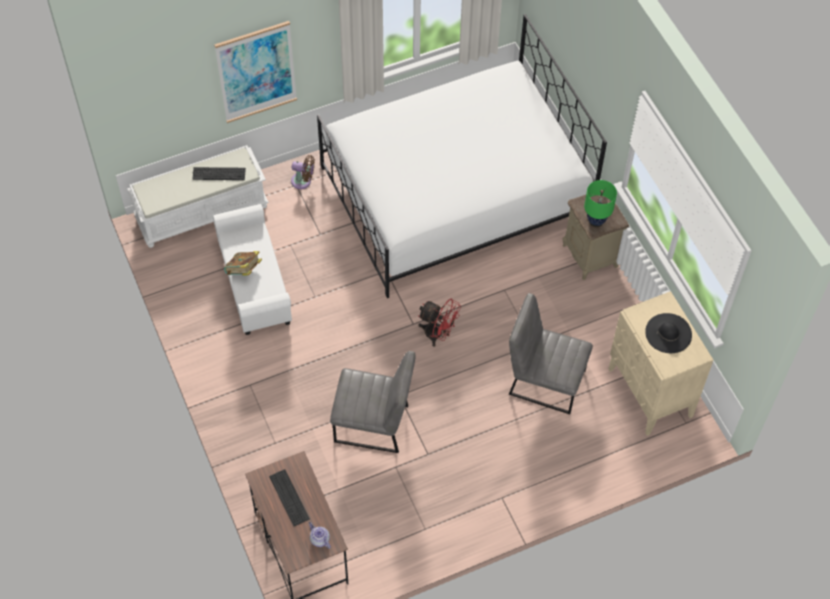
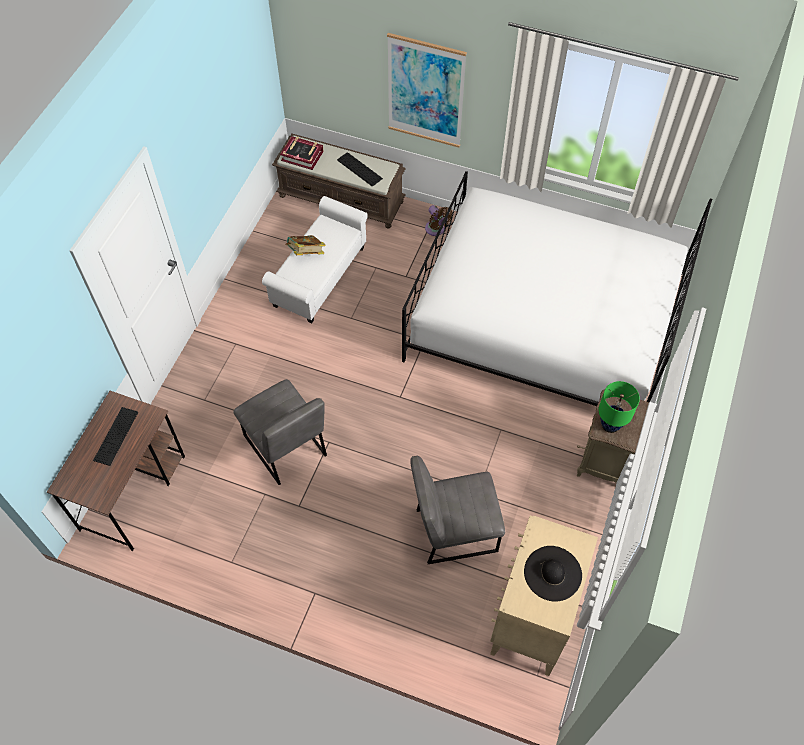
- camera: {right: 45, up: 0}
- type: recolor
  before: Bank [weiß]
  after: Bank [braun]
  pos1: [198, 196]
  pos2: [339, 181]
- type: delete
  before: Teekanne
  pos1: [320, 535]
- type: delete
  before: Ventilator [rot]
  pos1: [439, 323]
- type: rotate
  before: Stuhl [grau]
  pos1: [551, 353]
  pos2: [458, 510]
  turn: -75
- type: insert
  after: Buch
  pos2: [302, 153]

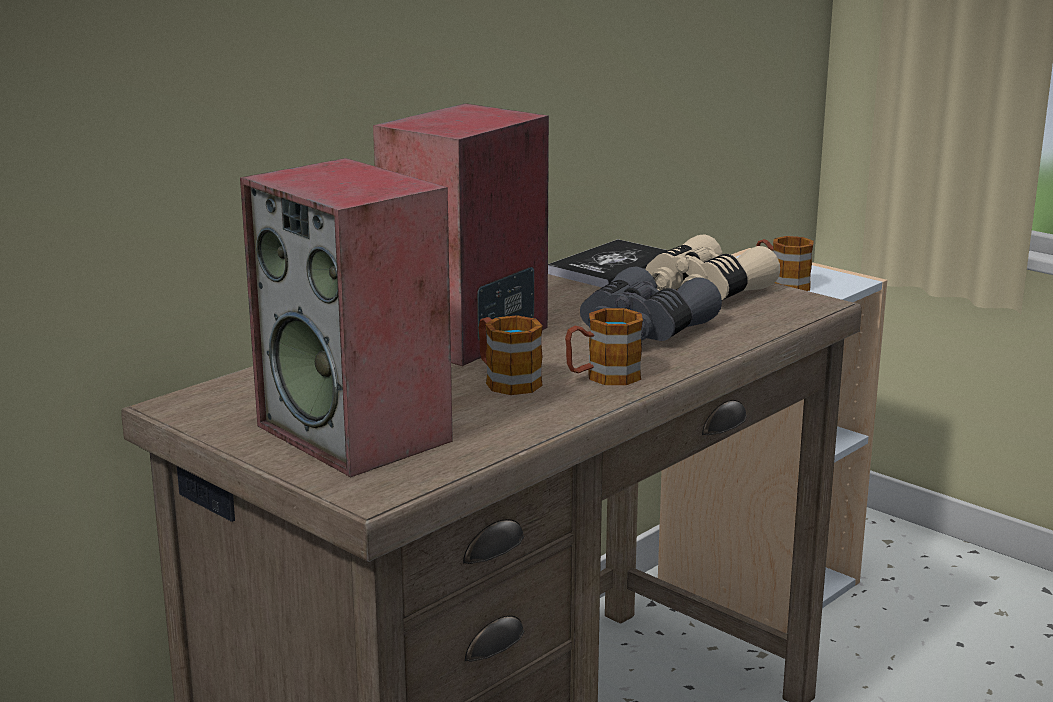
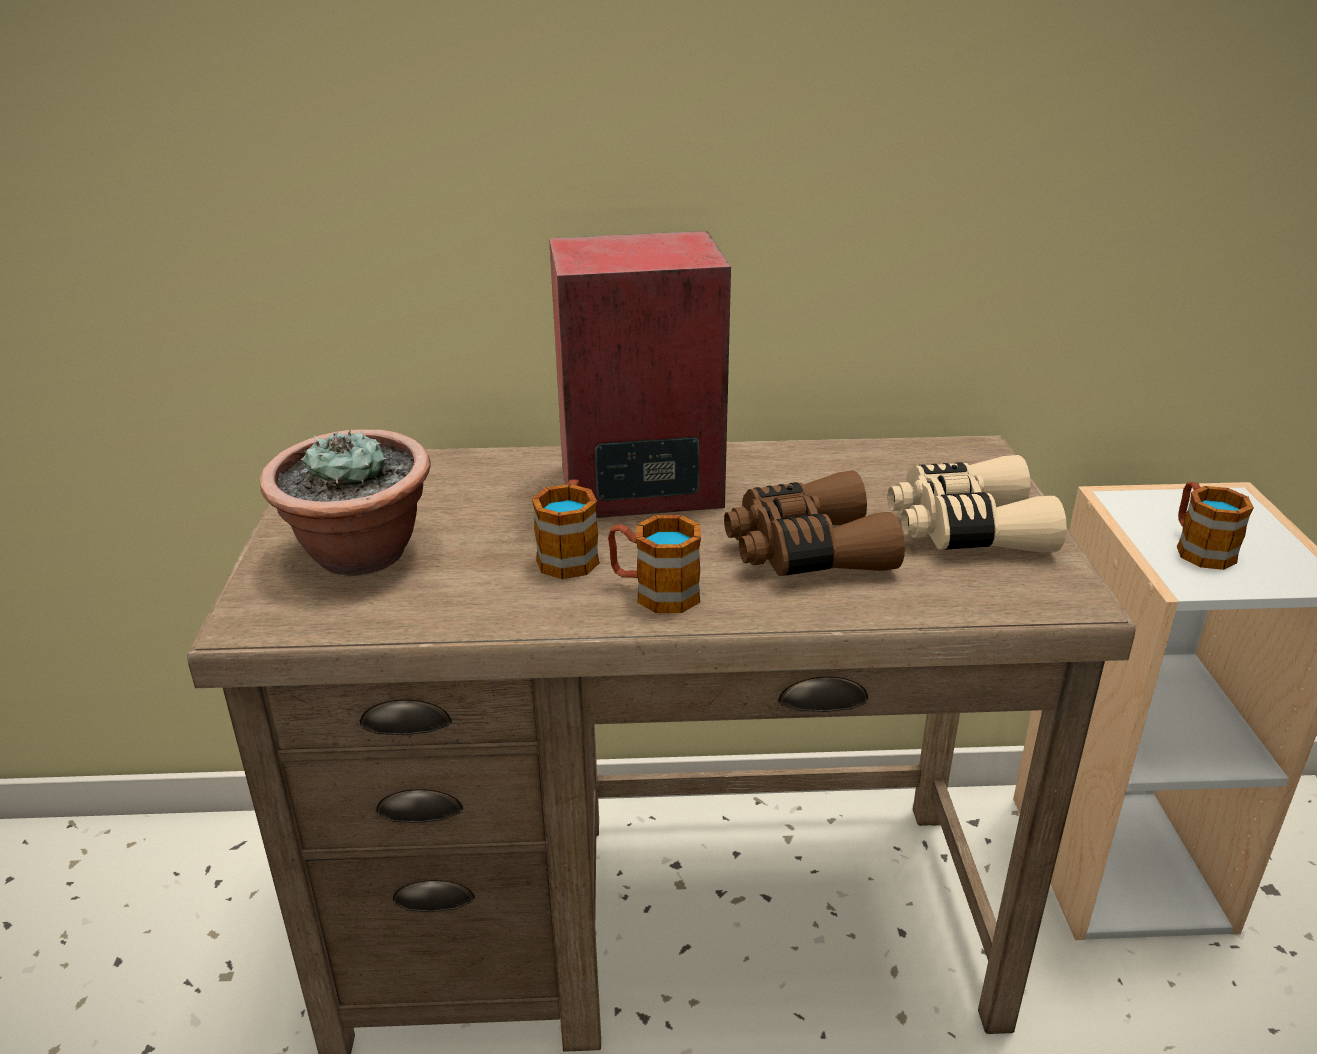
- camera: {right: 45, up: 10}
- type: replace
  before: Lautsprecher
  after: Topfpflanze
  pos1: [346, 317]
  pos2: [345, 502]
- type: delete
  before: Buch
  pos1: [608, 263]
- type: recolor
  before: Fernglas [grau]
  after: Fernglas [braun]
  pos1: [651, 303]
  pos2: [814, 523]

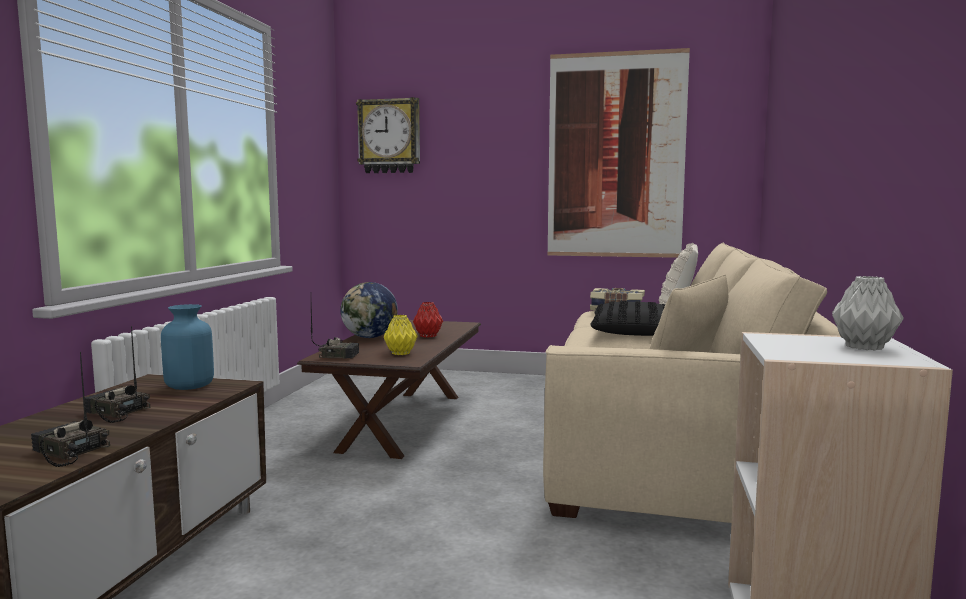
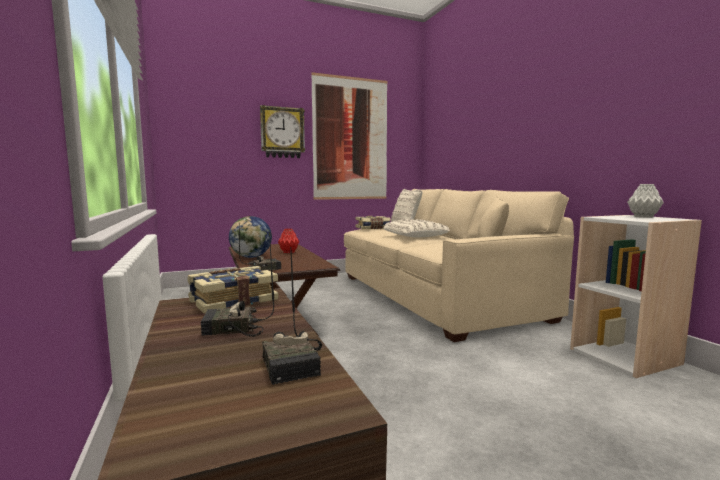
- camera: {right: -35, up: 0}
- type: rotate
  before: Radio
  pos1: [70, 409]
  pos2: [292, 318]
  turn: -105
- type: replace
  before: Vase [blau]
  after: Buch
  pos1: [187, 347]
  pos2: [233, 290]
- type: move
  before: Wanduhr
  pos1: [388, 135]
  pos2: [282, 131]
- type: delete
  before: Vase [gelb]
  pos1: [401, 335]
- type: recolor
  before: Kissen [schwarz]
  after: Kissen [beige]
  pos1: [628, 318]
  pos2: [417, 228]

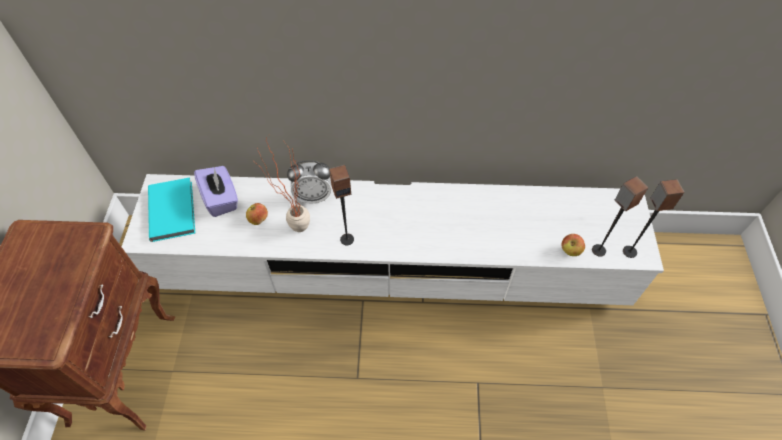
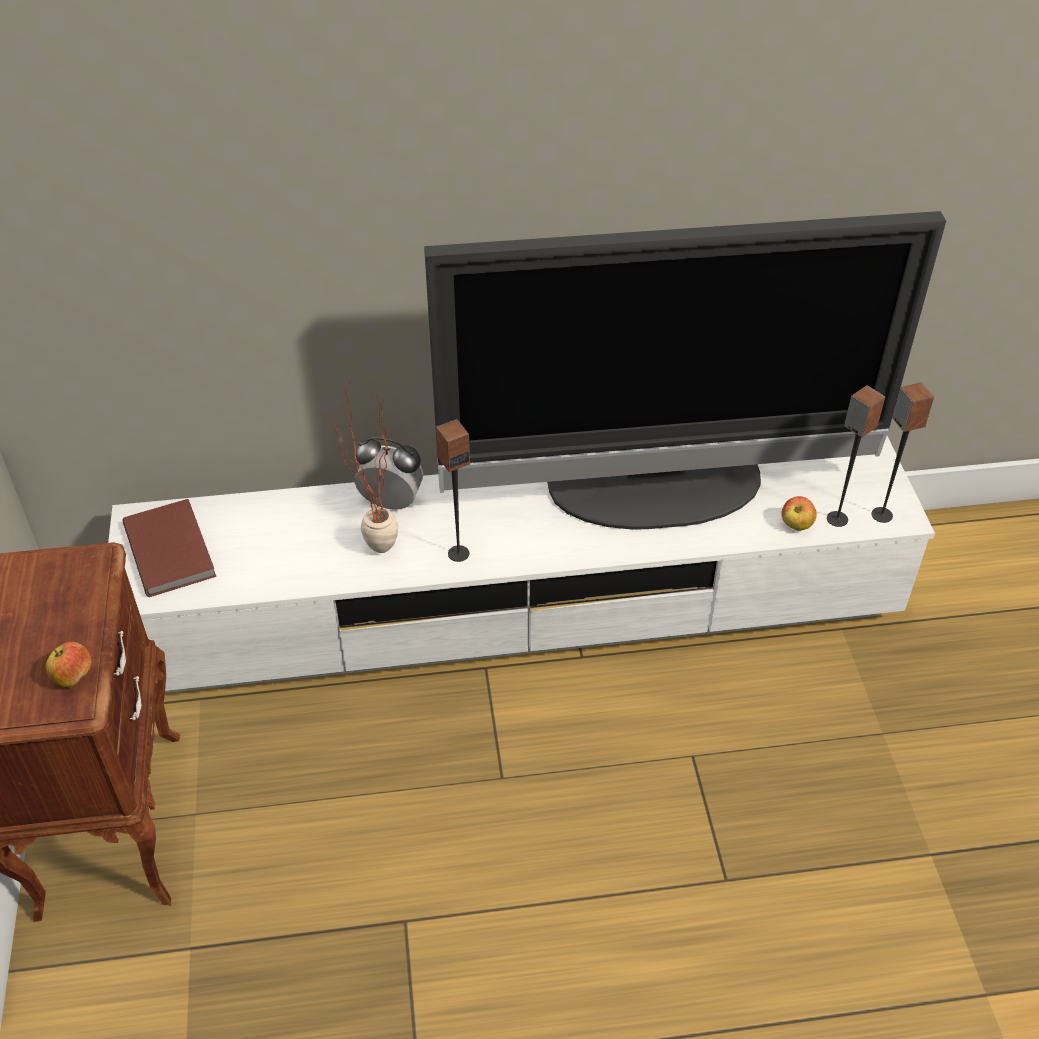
- camera: {right: -10, up: -10}
- type: recolor
  before: Buch [türkis]
  after: Buch [braun]
  pos1: [171, 210]
  pos2: [169, 548]
- type: delete
  before: Taschentuchbox [lila]
  pos1: [216, 191]
- type: move
  before: Apfel
  pos1: [257, 214]
  pos2: [68, 664]
- type: rotate
  before: Wecker
  pos1: [309, 181]
  pos2: [389, 473]
  turn: -150
- type: insert
  after: Fernseher
  pos2: [685, 370]

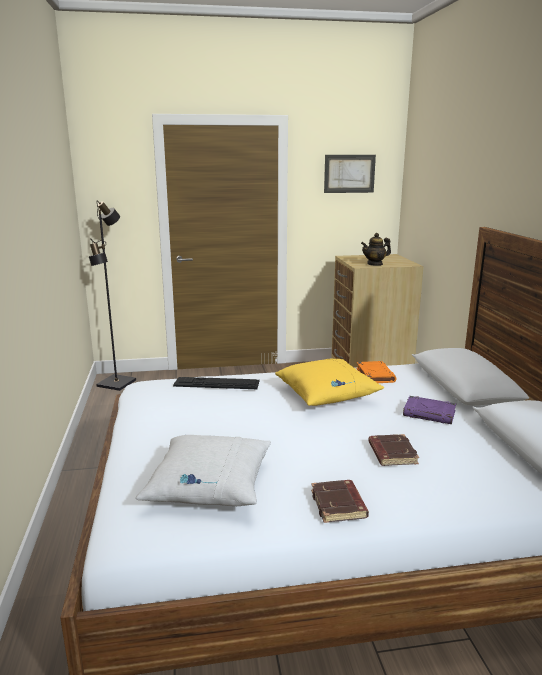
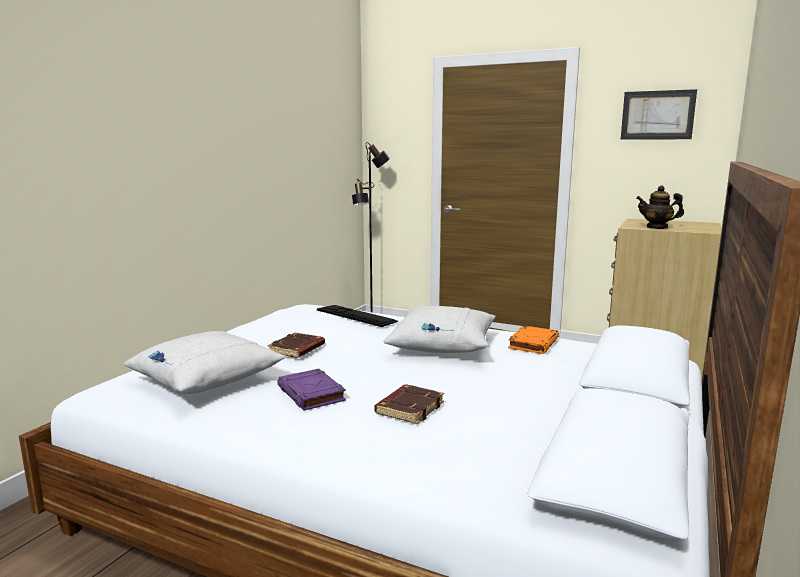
- camera: {right: 35, up: -5}
- type: recolor
  before: Kissen [gelb]
  after: Kissen [grau]
  pos1: [329, 382]
  pos2: [439, 329]
- type: move
  before: Buch [braun]
  pos1: [340, 501]
  pos2: [296, 345]
- type: move
  before: Buch [lila]
  pos1: [429, 410]
  pos2: [311, 390]

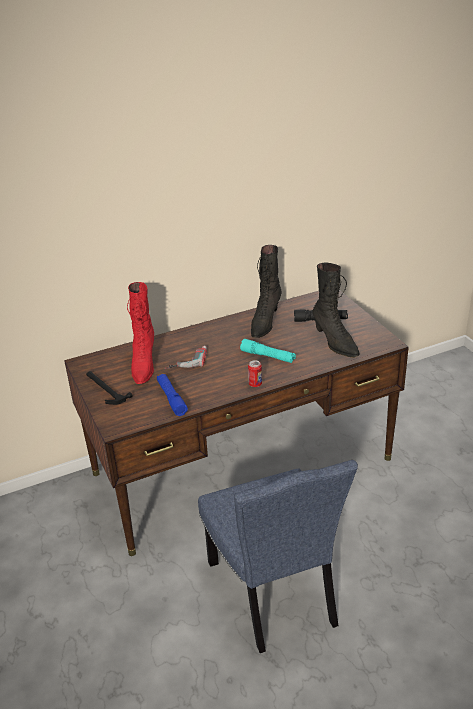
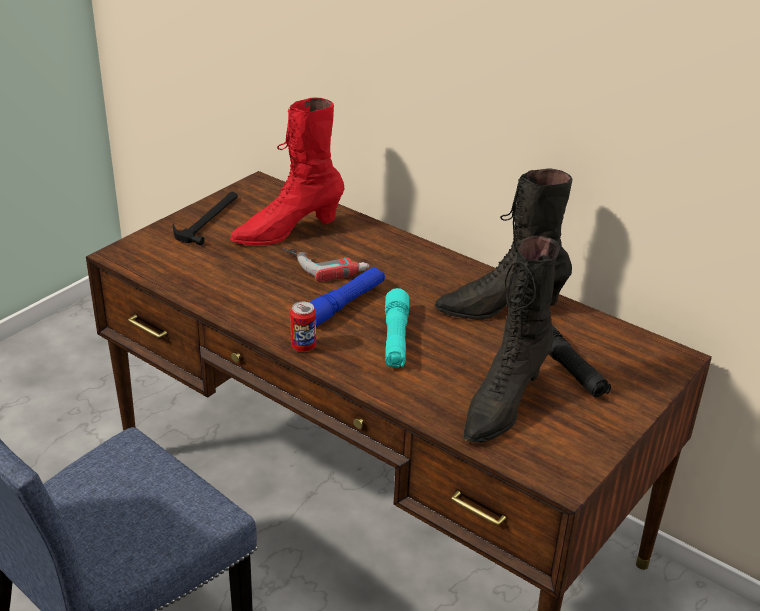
- camera: {right: 60, up: 0}
- type: move
  before: Taschenlampe [blau]
  pos1: [172, 395]
  pos2: [347, 297]

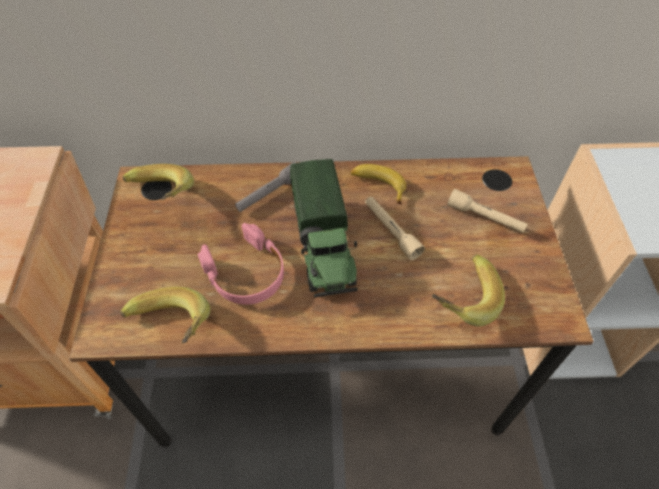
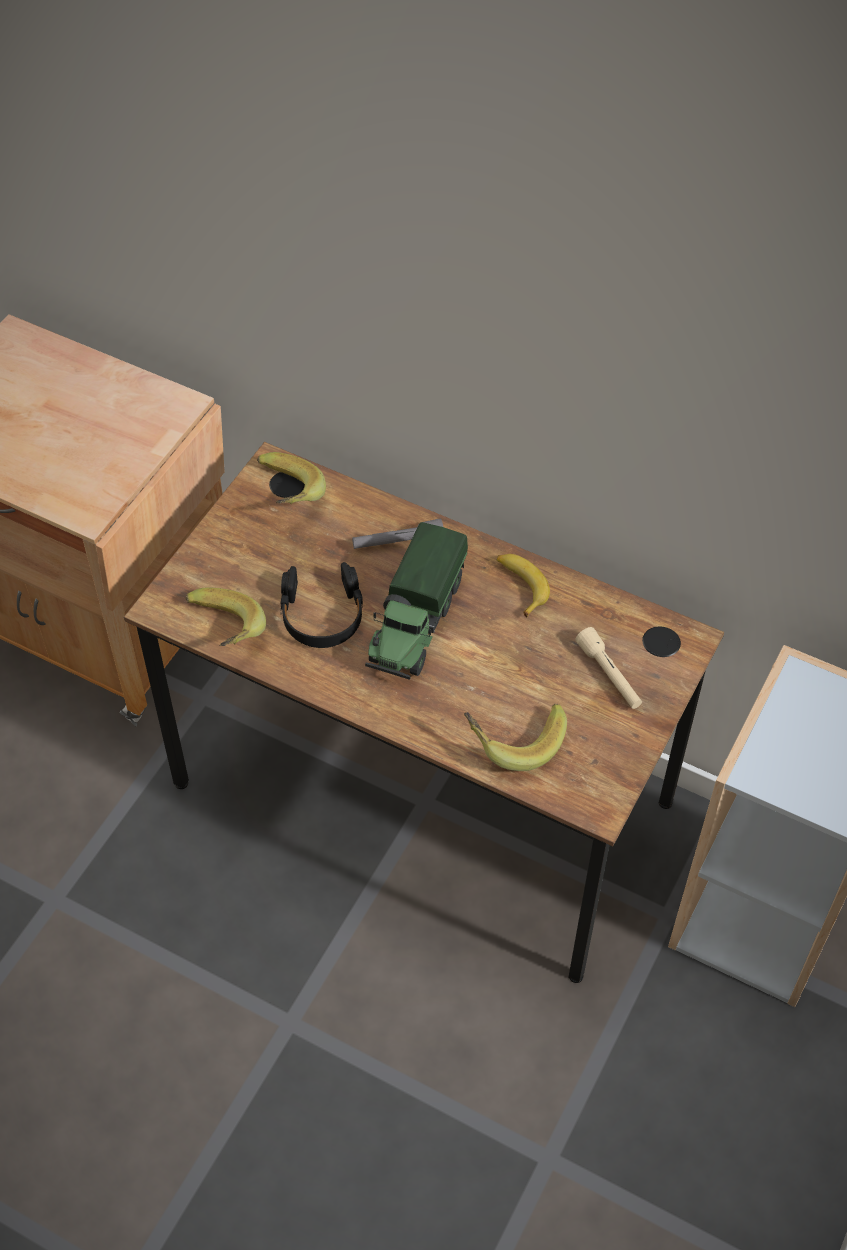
- camera: {right: 30, up: 0}
- type: recolor
  before: Kopfhörer [rosa]
  after: Kopfhörer [schwarz]
  pos1: [241, 264]
  pos2: [321, 605]
- type: delete
  before: Taschenlampe [beige]
  pos1: [395, 228]

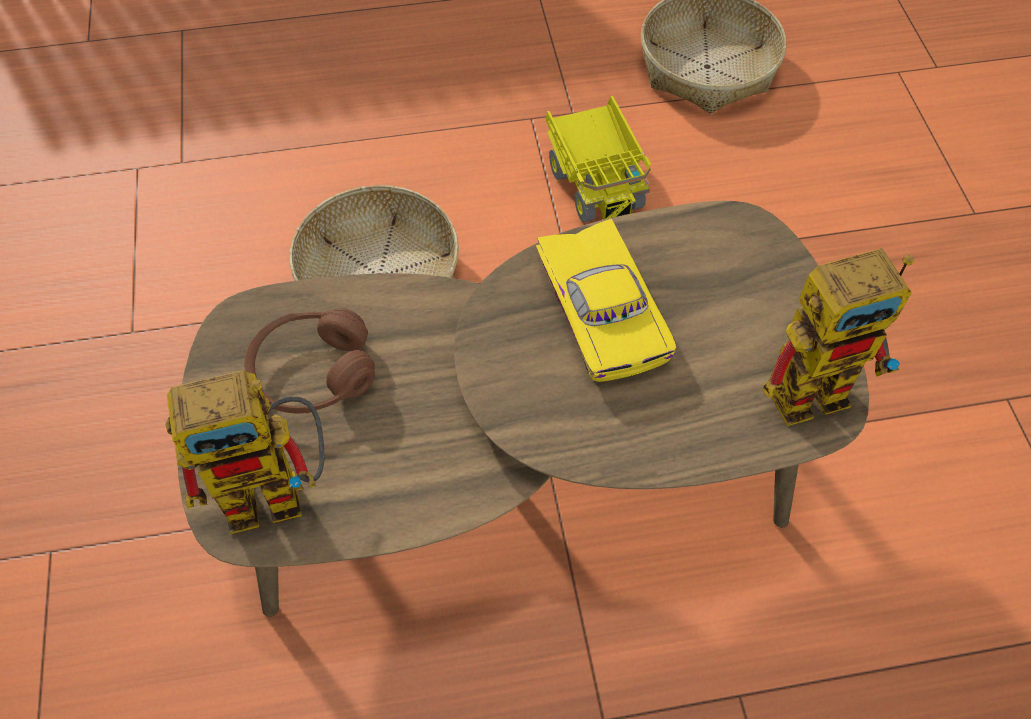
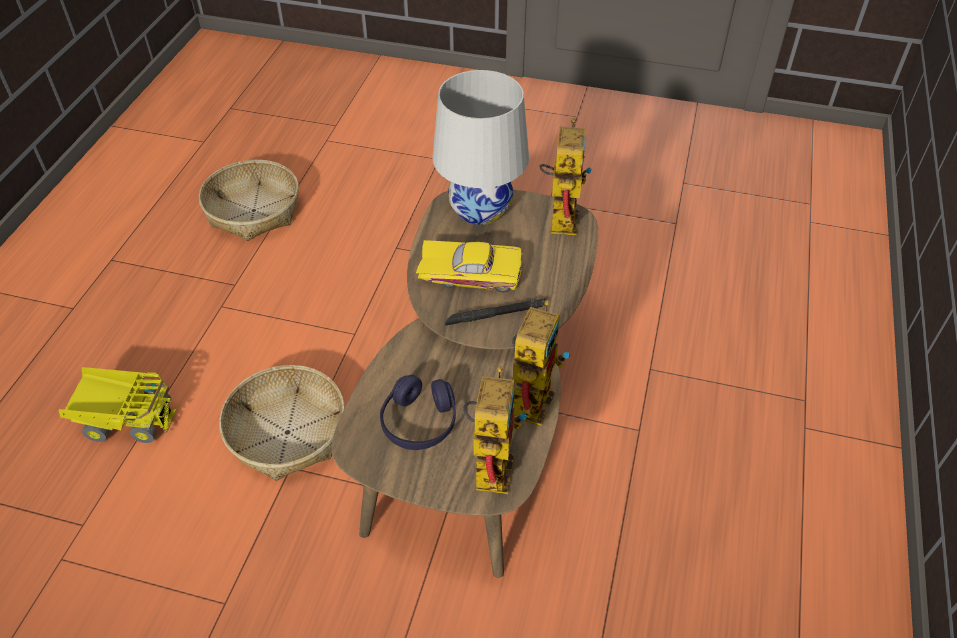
- camera: {right: -65, up: -10}
- type: recolor
  before: Kopfhörer [braun]
  after: Kopfhörer [lila]
  pos1: [309, 360]
  pos2: [418, 412]
- type: move
  before: Spielzeuglaster
  pos1: [599, 159]
  pos2: [118, 405]
- type: insert
  after: Tischlampe [weiß]
  pos2: [480, 147]
- type: insert
  after: Taschenlampe [schwarz]
  pos2: [495, 312]
- type: insert
  after: Spielzeugroboter
  pos2: [541, 363]

